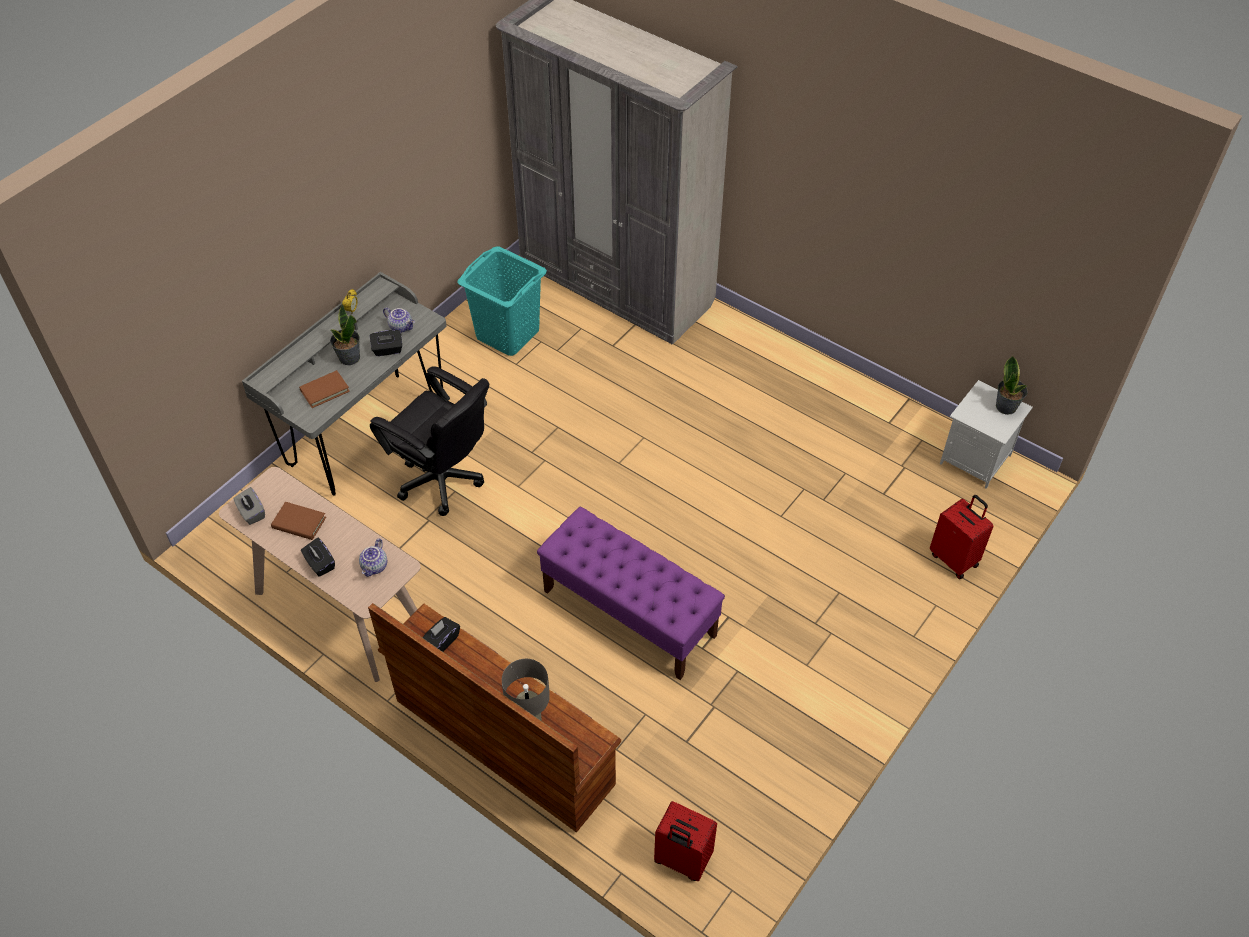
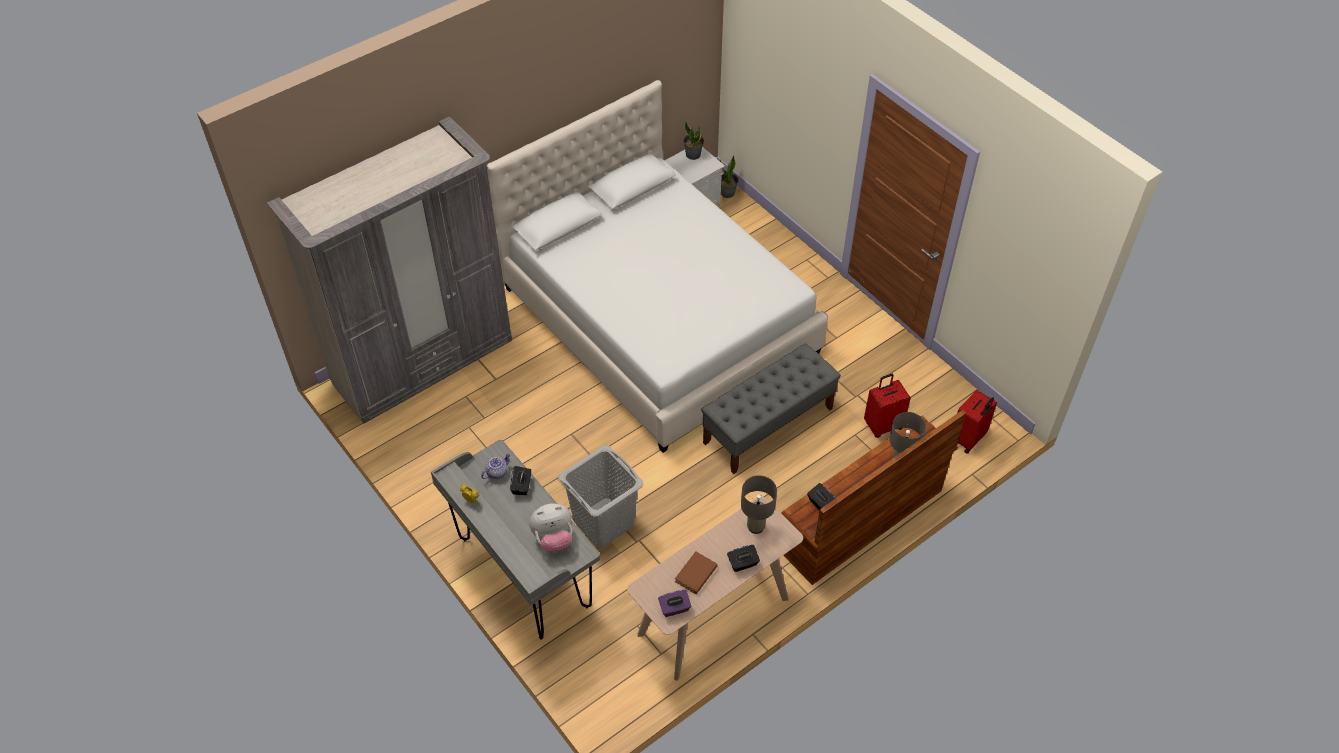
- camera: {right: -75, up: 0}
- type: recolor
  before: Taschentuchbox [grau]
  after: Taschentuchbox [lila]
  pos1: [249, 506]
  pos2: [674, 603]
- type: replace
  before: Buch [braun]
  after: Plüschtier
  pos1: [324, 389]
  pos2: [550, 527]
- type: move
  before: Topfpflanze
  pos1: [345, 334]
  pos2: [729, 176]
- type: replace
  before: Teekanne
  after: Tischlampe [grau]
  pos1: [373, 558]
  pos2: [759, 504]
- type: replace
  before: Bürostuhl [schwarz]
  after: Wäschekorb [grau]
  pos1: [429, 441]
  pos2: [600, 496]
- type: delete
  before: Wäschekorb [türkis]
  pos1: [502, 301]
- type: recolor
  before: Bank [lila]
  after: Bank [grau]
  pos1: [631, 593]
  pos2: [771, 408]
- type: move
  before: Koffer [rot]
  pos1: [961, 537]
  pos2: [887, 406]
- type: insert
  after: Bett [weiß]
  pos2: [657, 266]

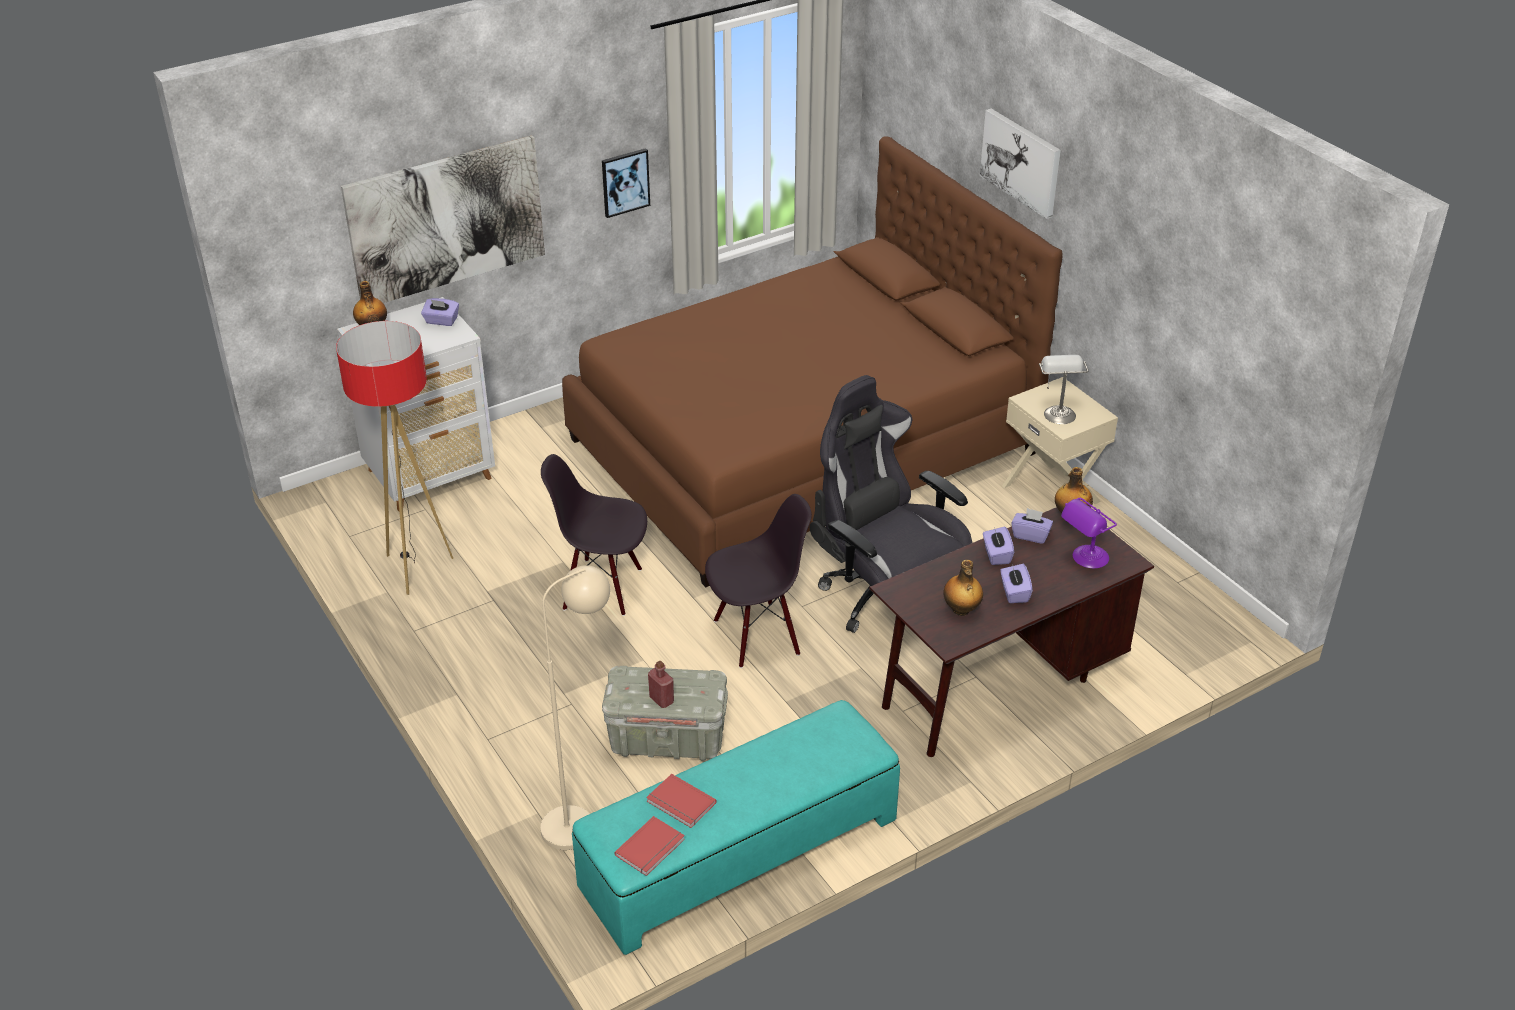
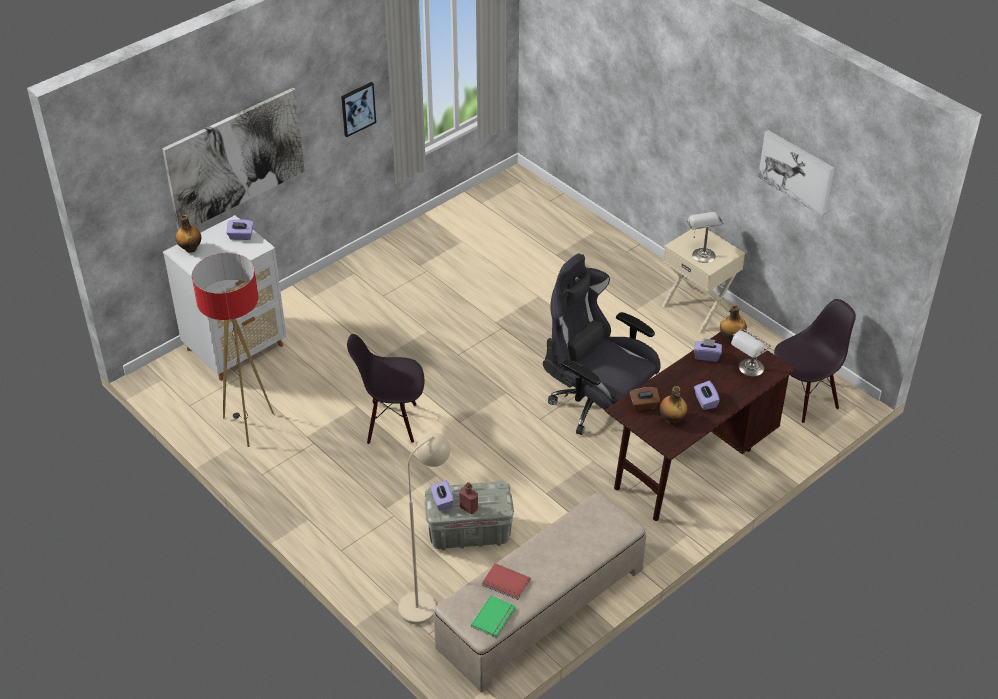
- camera: {right: -10, up: 5}
- type: delete
  before: Bett [braun]
  pos1: [812, 361]
- type: recolor
  before: Bank [türkis]
  after: Bank [beige]
  pos1: [736, 827]
  pos2: [540, 592]
- type: recolor
  before: Buch [rot]
  after: Buch [grün]
  pos1: [649, 846]
  pos2: [493, 617]
- type: move
  before: Stuhl [schwarz]
  pos1: [758, 581]
  pos2: [815, 361]
- type: move
  before: Bild
  pos1: [1020, 164]
  pos2: [796, 173]
- type: move
  before: Taschentuchbox [lila]
  pos1: [998, 545]
  pos2: [442, 495]
- type: recolor
  before: Tischlampe [lila]
  after: Tischlampe [weiß]
  pos1: [1089, 533]
  pos2: [751, 352]
- type: insert
  after: Taschentuchbox [braun]
  pos2: [645, 399]

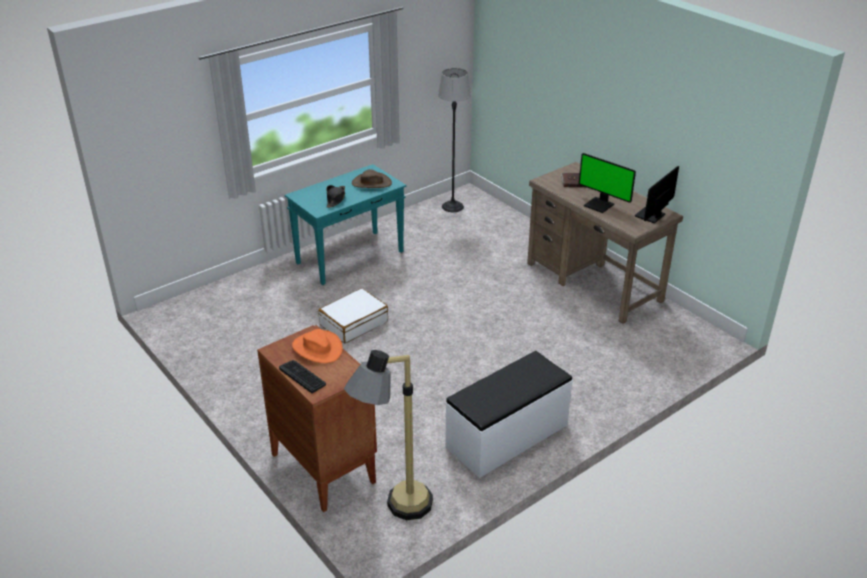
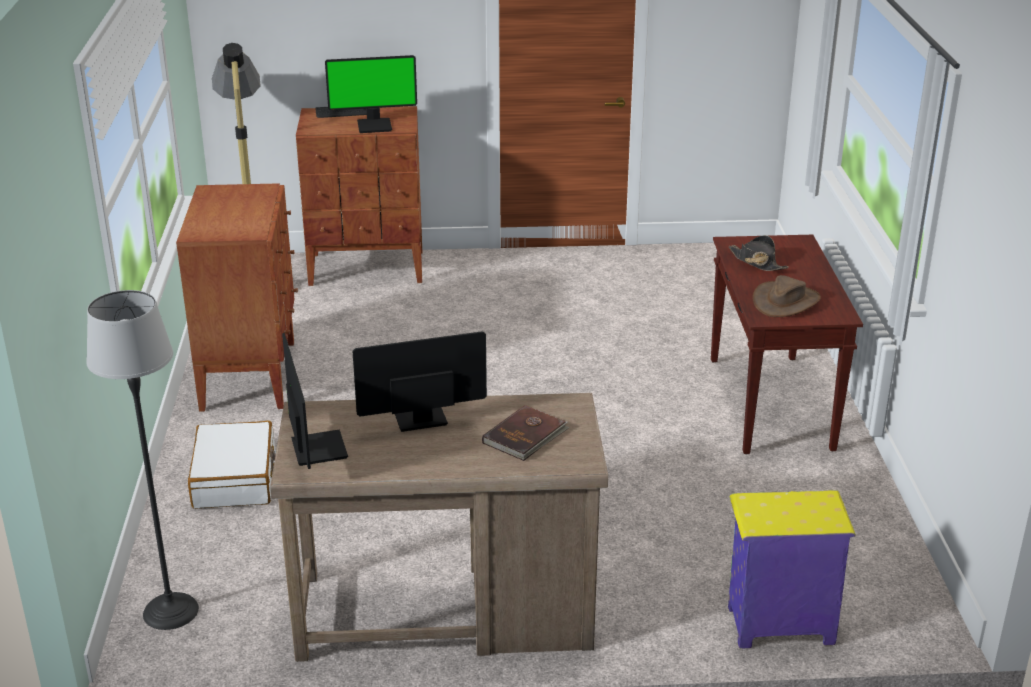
- camera: {right: 125, up: -5}
- type: recolor
  before: Konsolentisch [türkis]
  after: Konsolentisch [braun]
  pos1: [345, 224]
  pos2: [787, 344]
- type: replace
  before: Hut [orange]
  after: Monitor
  pos1: [317, 346]
  pos2: [371, 94]
- type: move
  before: Koffer [weiß]
  pos1: [353, 315]
  pos2: [232, 465]
- type: move
  before: Stehlampe
  pos1: [454, 140]
  pos2: [142, 460]
- type: replace
  before: Bank [weiß]
  after: Kommode [braun]
  pos1: [509, 414]
  pos2: [237, 297]
- type: insert
  after: Nachttisch
  pos2: [792, 569]

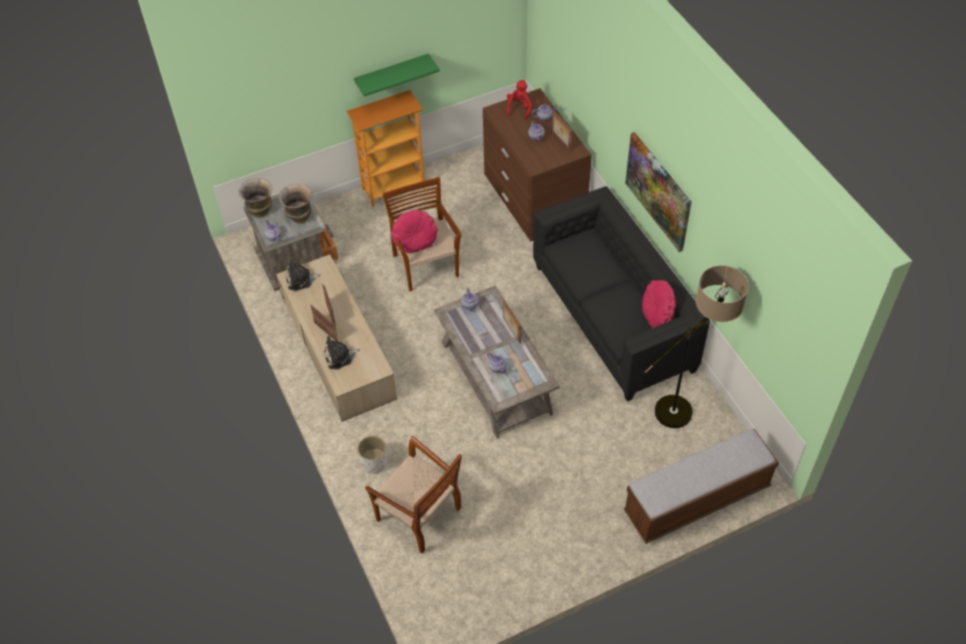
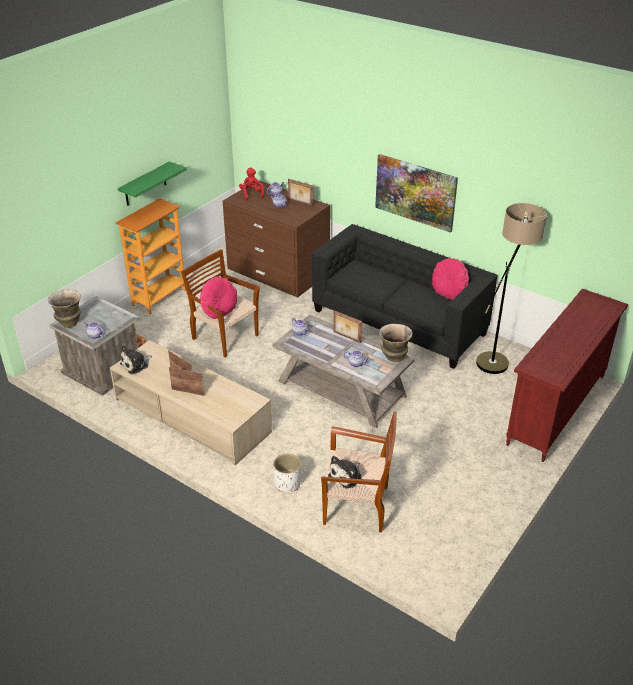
- camera: {right: -30, up: -15}
- type: move
  before: Vase
  pos1: [295, 204]
  pos2: [396, 343]
- type: move
  before: Plüschtier
  pos1: [342, 353]
  pos2: [345, 472]
- type: replace
  before: Bank
  after: Kommode [rot]
  pos1: [701, 486]
  pos2: [567, 375]

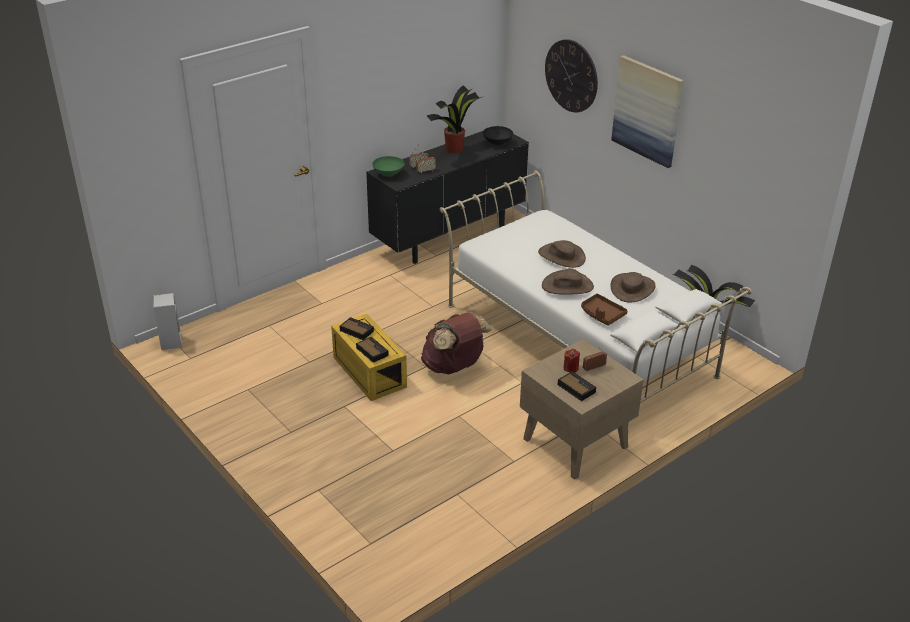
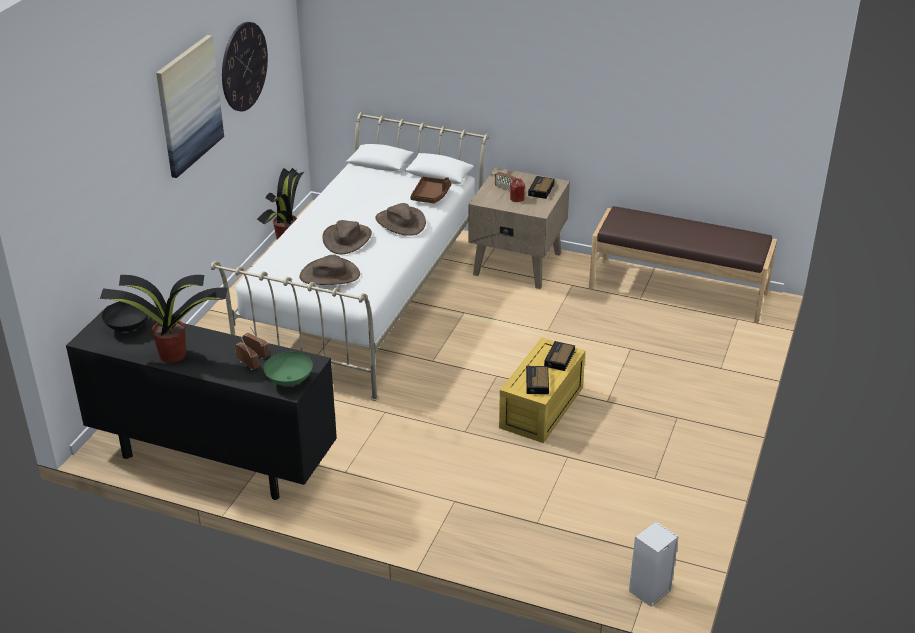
- camera: {right: -120, up: 0}
- type: delete
  before: Rucksack [braun]
  pos1: [456, 343]
- type: move
  before: Wanduhr
  pos1: [571, 75]
  pos2: [245, 67]
- type: move
  before: Hut [braun]
  pos1: [633, 287]
  pos2: [330, 270]
- type: insert
  after: Bank [braun]
  pos2: [683, 264]

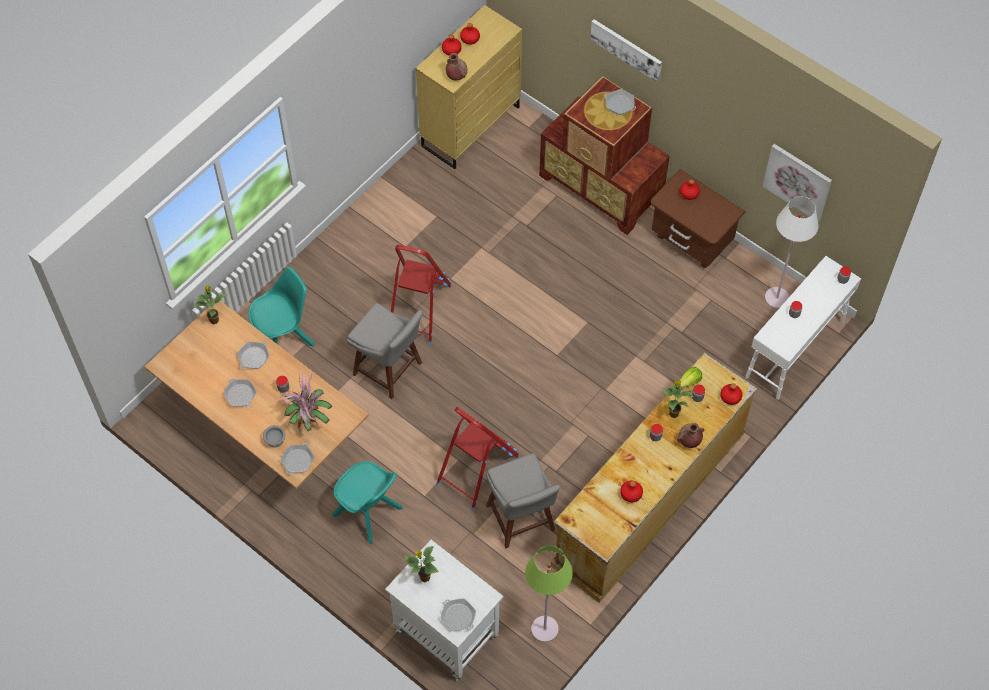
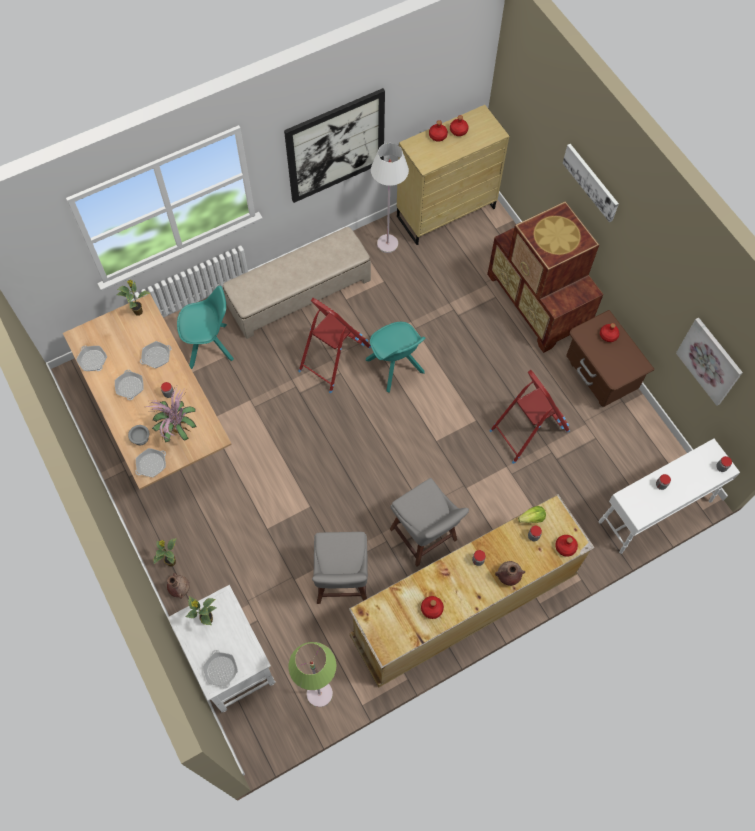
- camera: {right: 20, up: 5}
- type: move
  before: Stuhl [türkis]
  pos1: [367, 502]
  pos2: [395, 357]
- type: move
  before: Hocker [grau]
  pos1: [385, 351]
  pos2: [429, 522]
- type: move
  before: Trittleiter [rot]
  pos1: [478, 458]
  pos2: [530, 417]
- type: move
  before: Vase [braun]
  pos1: [456, 67]
  pos2: [178, 586]
- type: move
  before: Pfanne
  pos1: [620, 102]
  pos2: [91, 358]
- type: move
  before: Topfpflanze
  pos1: [678, 399]
  pos2: [165, 552]
- type: move
  before: Stehlampe [weiß]
  pos1: [791, 252]
  pos2: [390, 198]
- type: insert
  after: Bank [beige]
  pos2: [297, 283]
- type: insert
  after: Bild
  pos2: [334, 145]

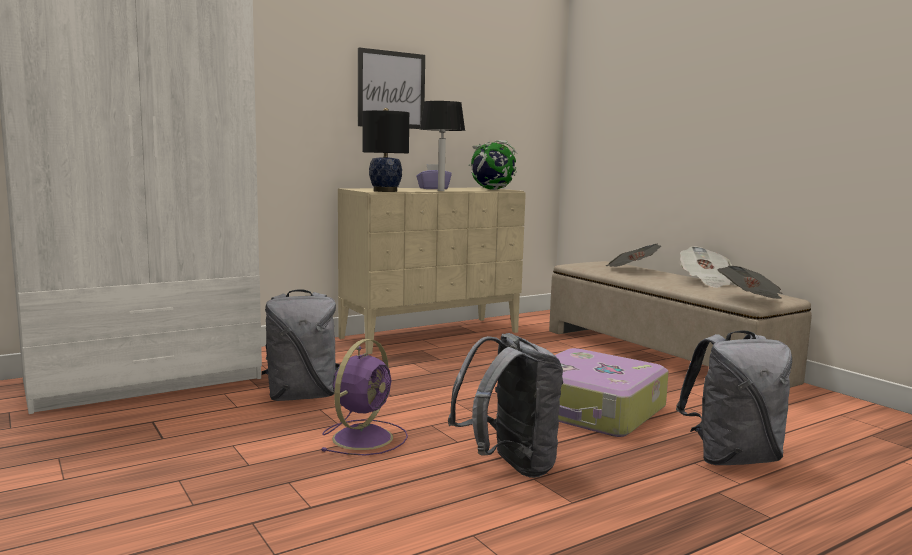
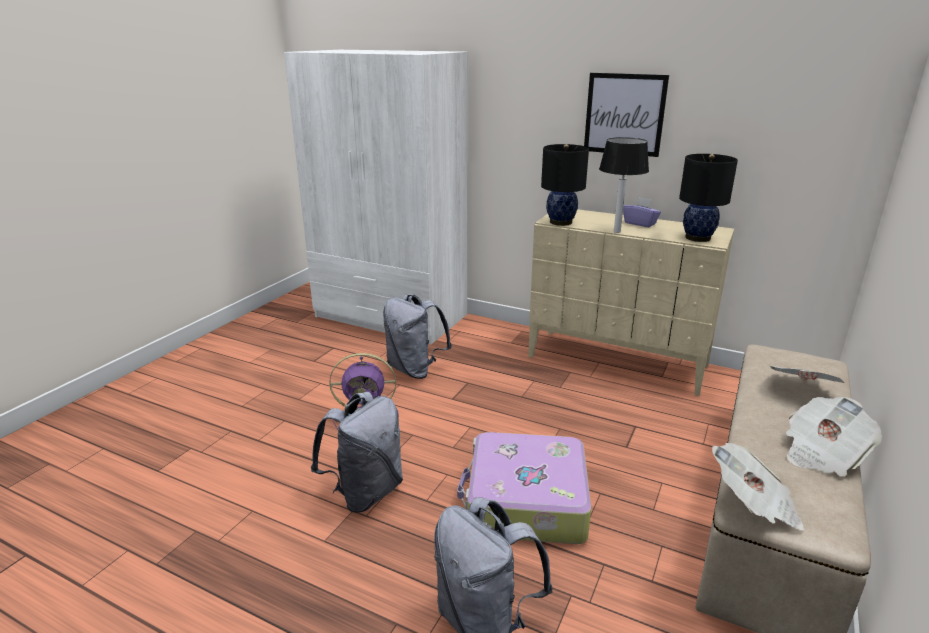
- camera: {right: 60, up: 15}
- type: replace
  before: Globus
  after: Tischlampe [schwarz]
  pos1: [492, 165]
  pos2: [708, 198]

